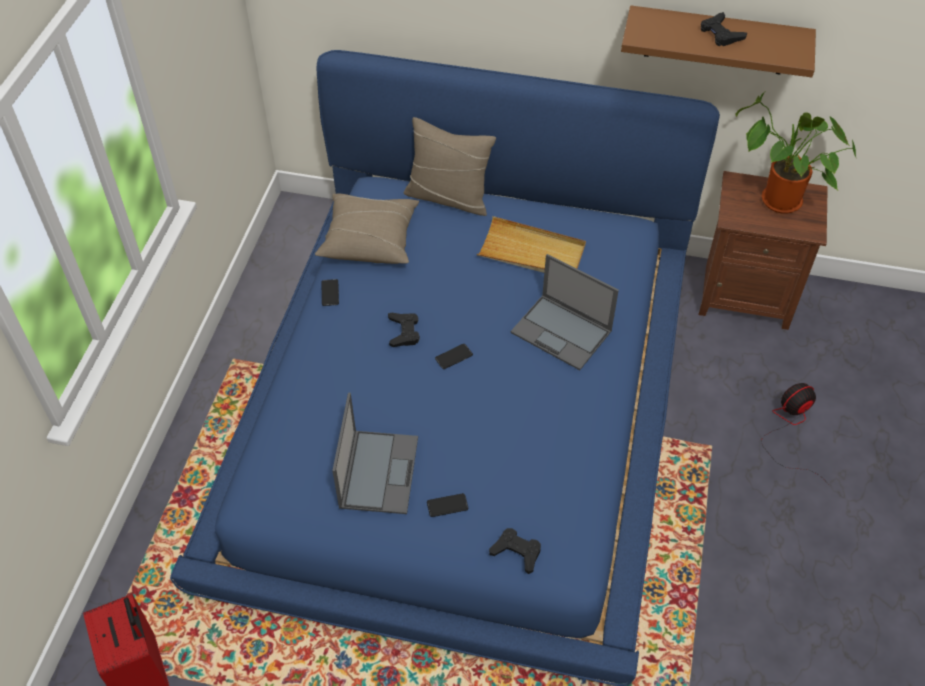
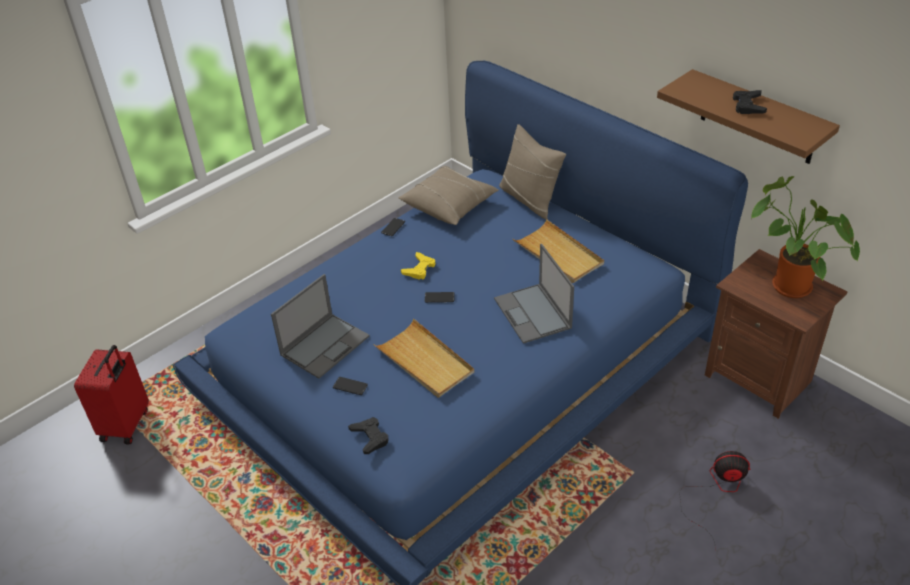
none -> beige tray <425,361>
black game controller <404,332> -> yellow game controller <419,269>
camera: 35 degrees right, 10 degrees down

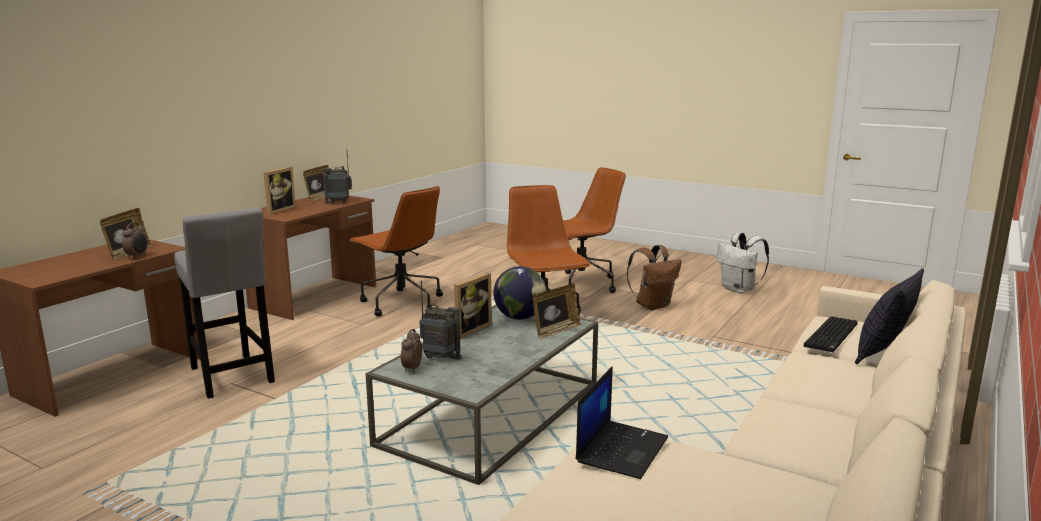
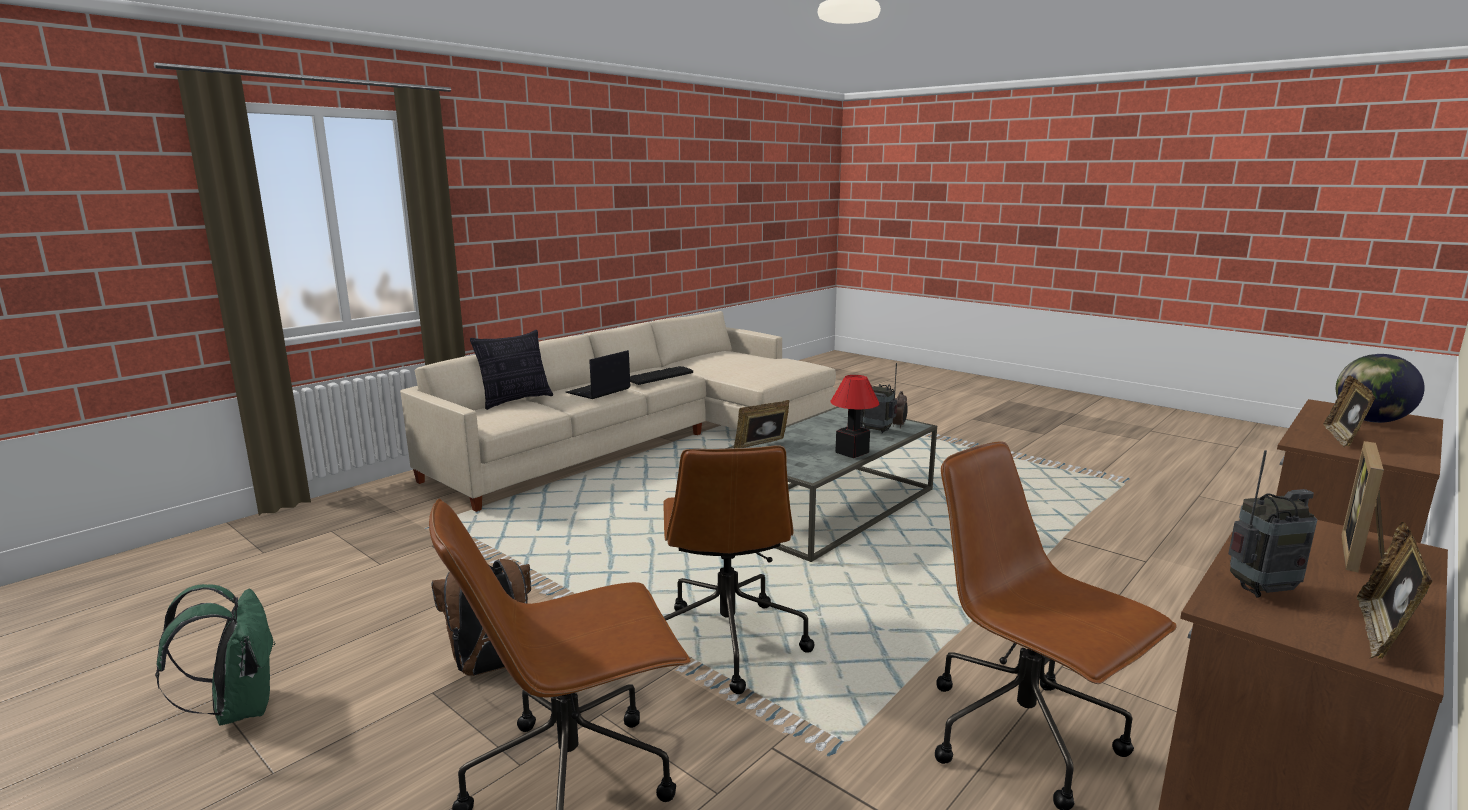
alarm clock <137,256> -> none
grey stool <232,377> -> none
globe <520,317> -> globe <1370,420>, shifted
laptop <621,449> -> laptop <598,391>, shifted
keyboard <832,336> -> keyboard <660,376>, shifted
picture frame <469,330> -> table lamp <852,452>
white backpack <739,289> -> green backpack <238,708>
camera: 170 degrees left, 0 degrees up

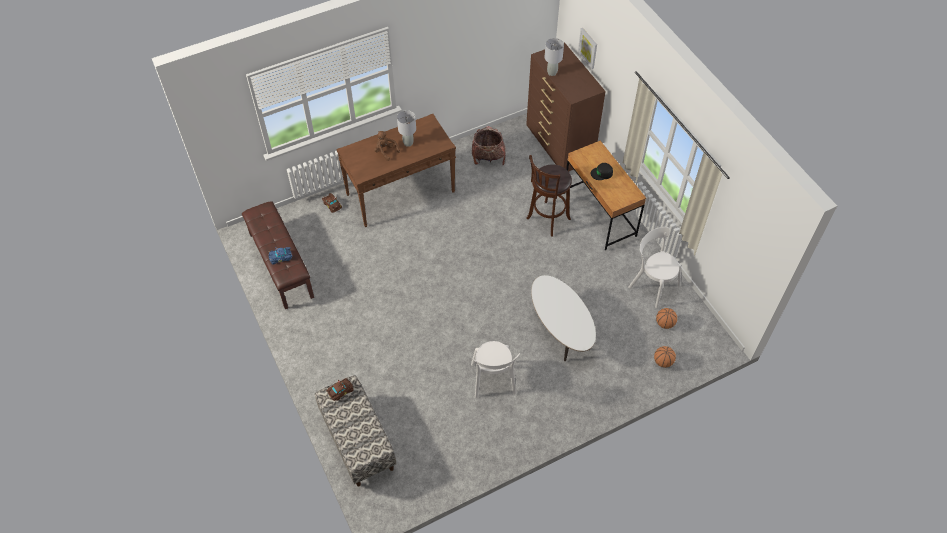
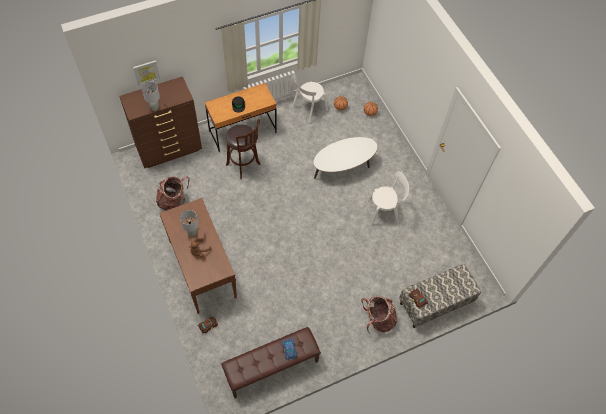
none -> backpack <378,319>
camera: 90 degrees left, 5 degrees up

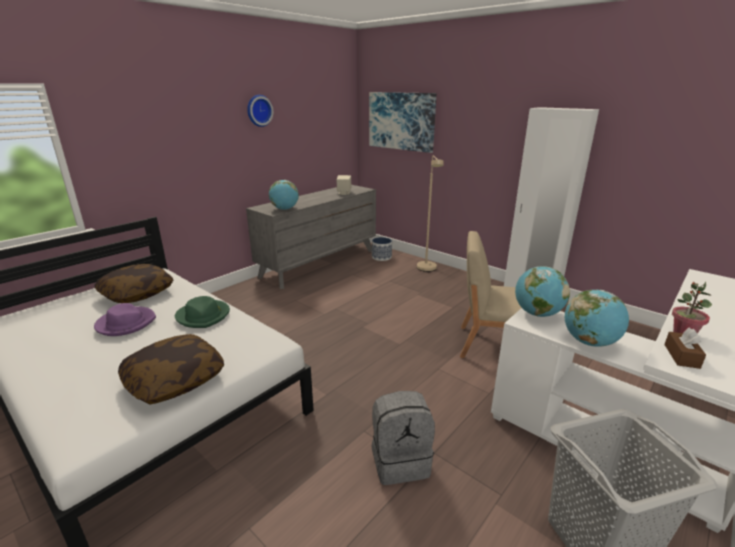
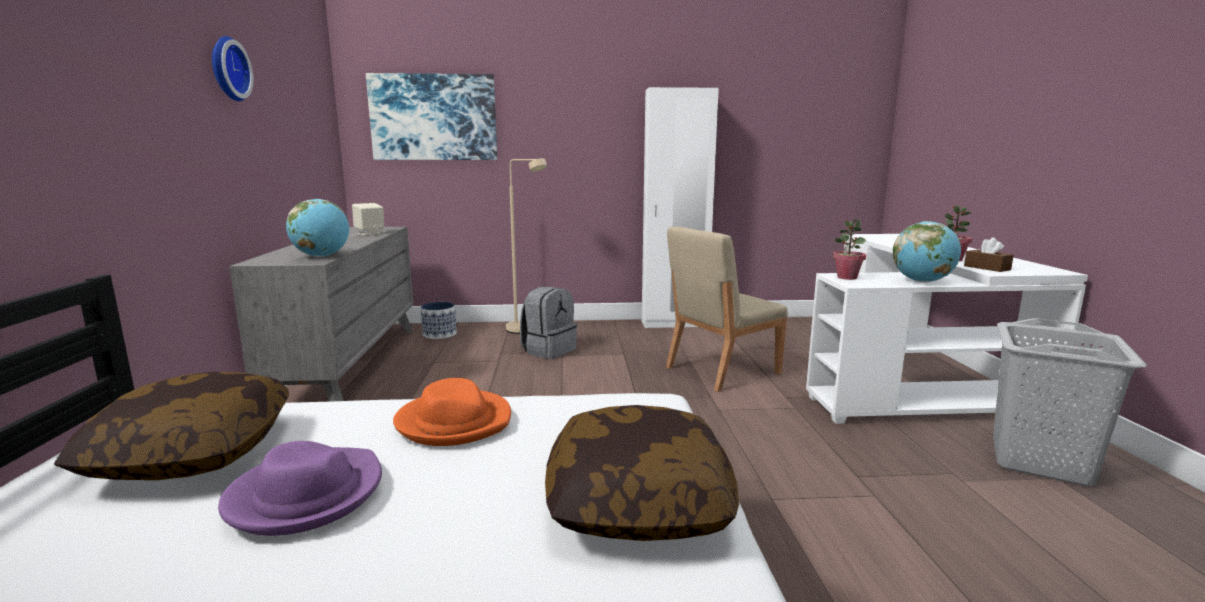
grey backpack <400,461> -> grey backpack <548,350>, shifted
globe <537,314> -> potted plant <846,277>
green hat <203,316> -> orange hat <454,422>
camera: 45 degrees left, 10 degrees down

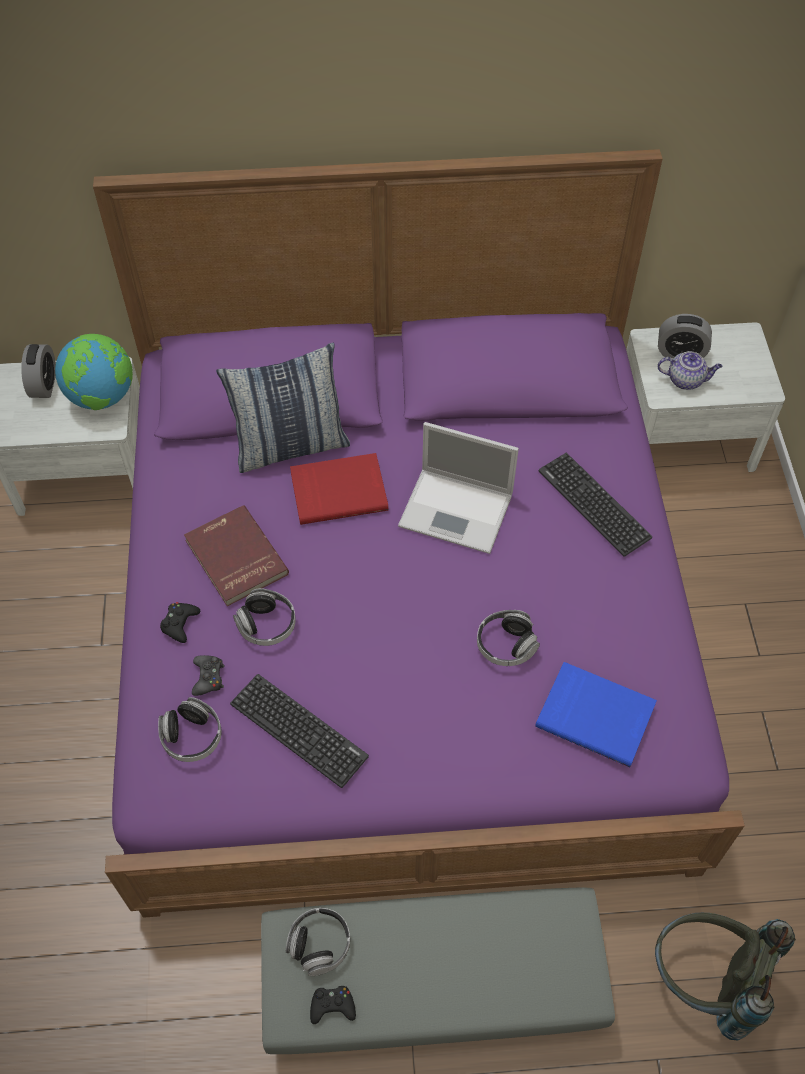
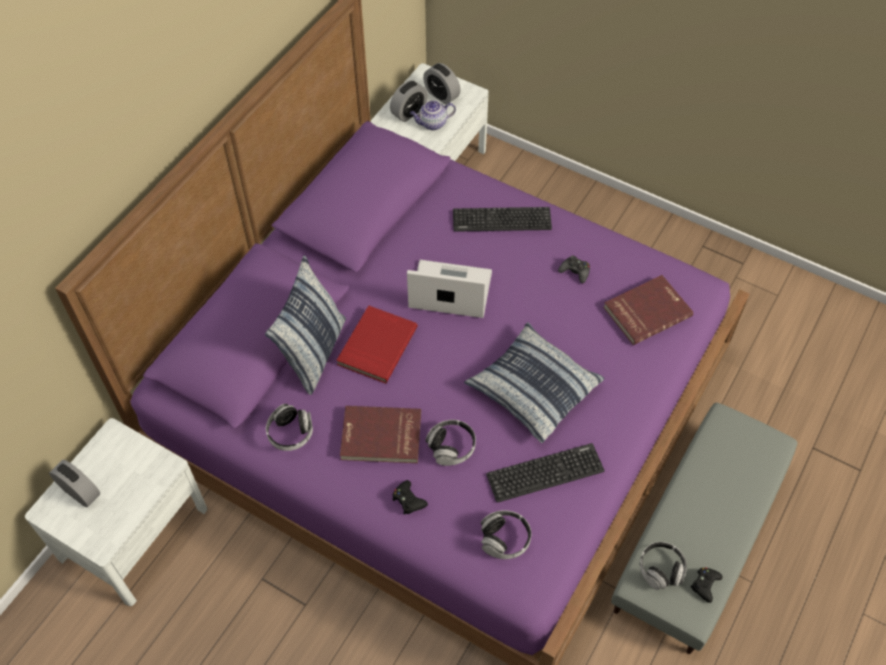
globe <102,396> -> none
grey backpack <704,981> -> none
none -> alarm clock <441,95>
none -> pillow <533,388>
black game controller <208,677> -> black game controller <575,271>, shifted
headphones <506,645> -> headphones <290,433>, shifted
blue book <596,714> -> red book <646,311>
laptop <458,511> -> laptop <448,290>, 135 degrees counterclockwise
teapot <686,380> -> teapot <432,124>, 150 degrees counterclockwise
camera: 55 degrees left, 0 degrees up

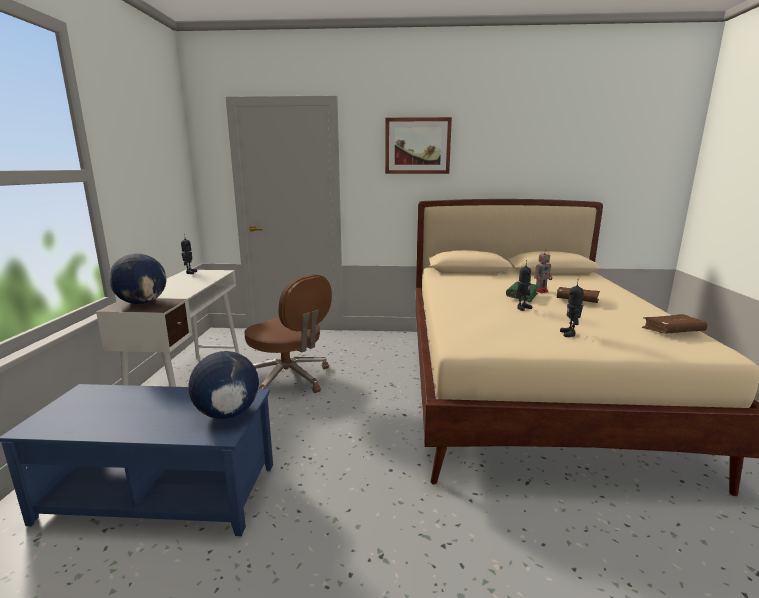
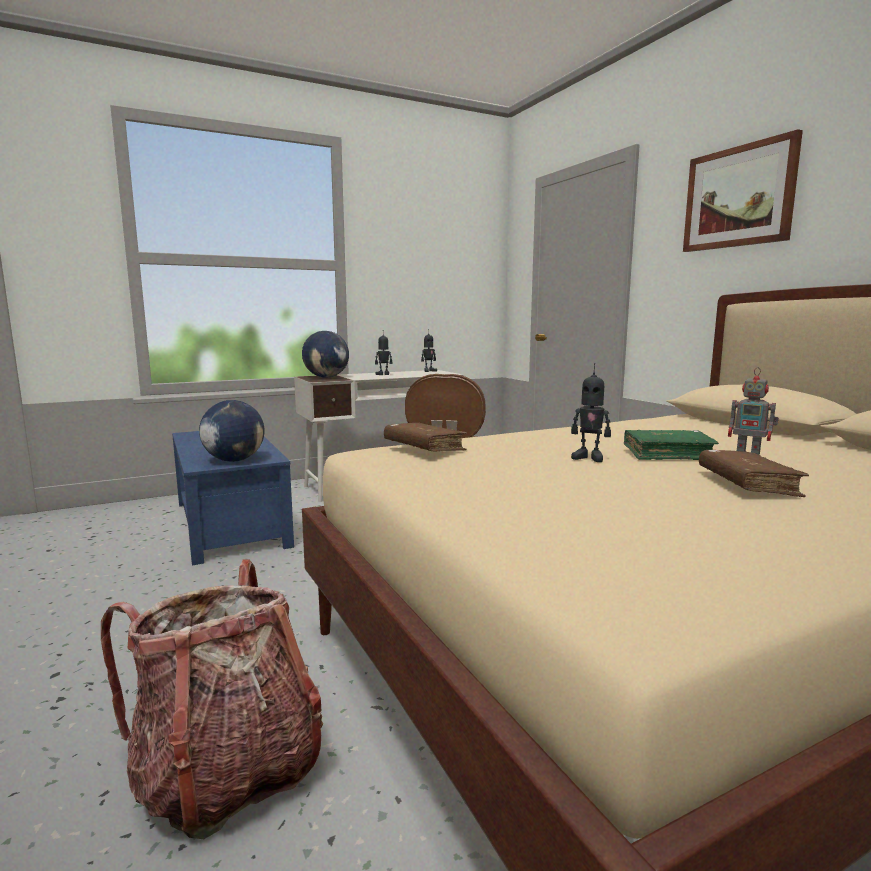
none -> backpack <227,772>
toy robot <569,334> -> toy robot <383,374>, shifted
brown book <672,331> -> brown book <424,448>, shifted
camera: 60 degrees right, 5 degrees down

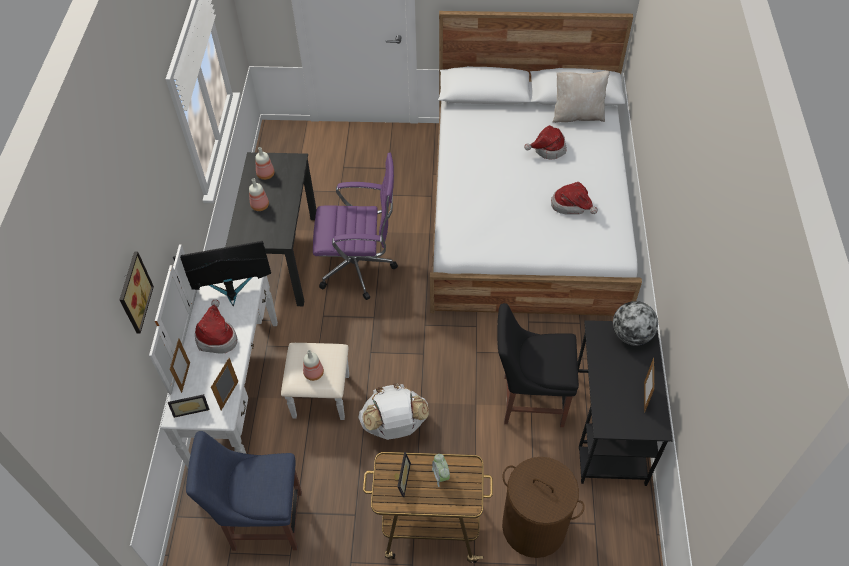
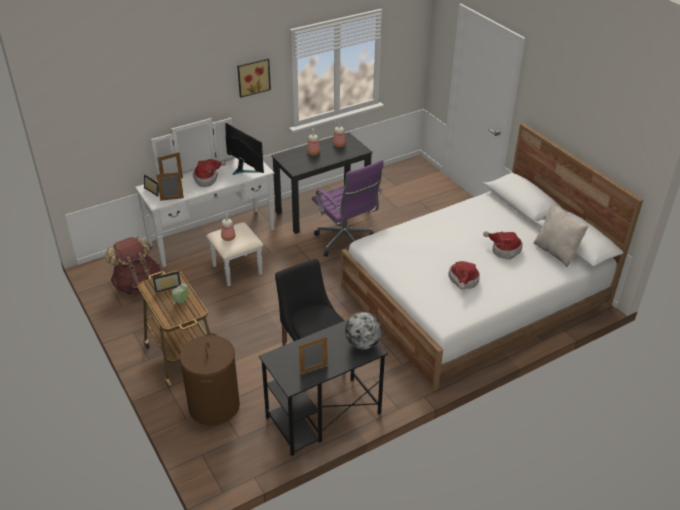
white backpack <395,425> -> none
picture <132,292> -> picture <253,77>, shifted
blue chair <263,520> -> brown backpack <137,285>
camera: 55 degrees right, 15 degrees down

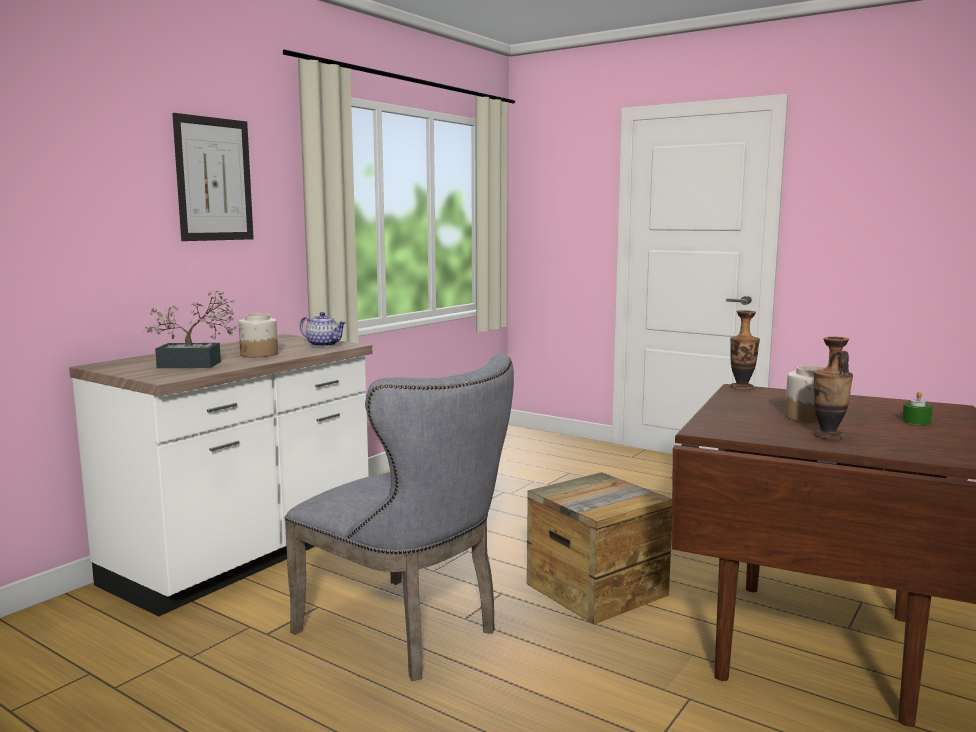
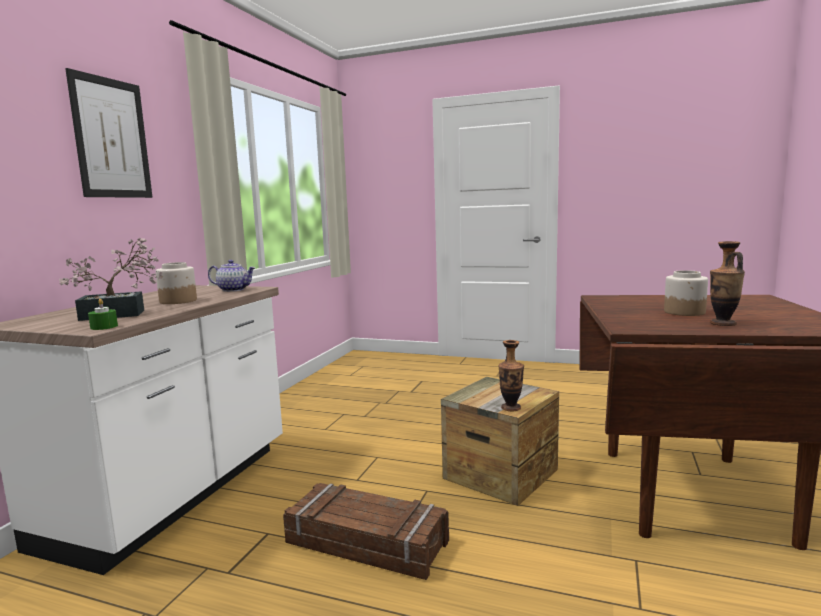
vase <742,387> -> vase <511,408>, shifted
green candle <916,421> -> green candle <104,327>, shifted
grey chair <409,632> -> crate <366,543>
camera: 15 degrees left, 0 degrees up

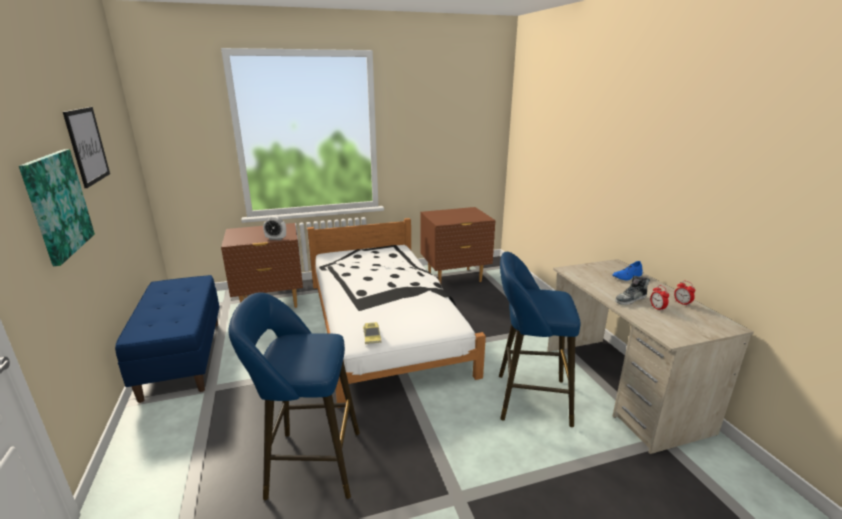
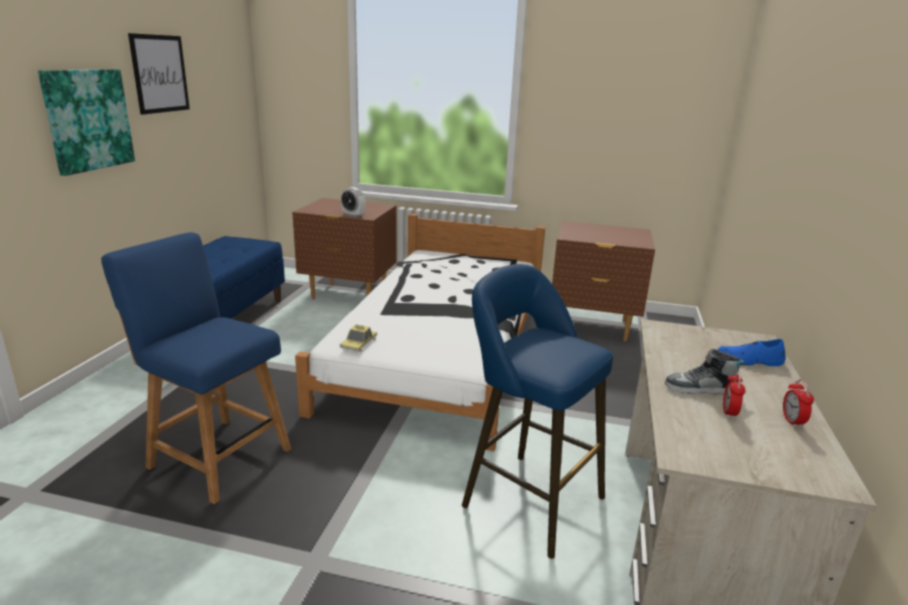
blue stool <308,463> -> blue chair <215,455>
camera: 30 degrees right, 0 degrees up

